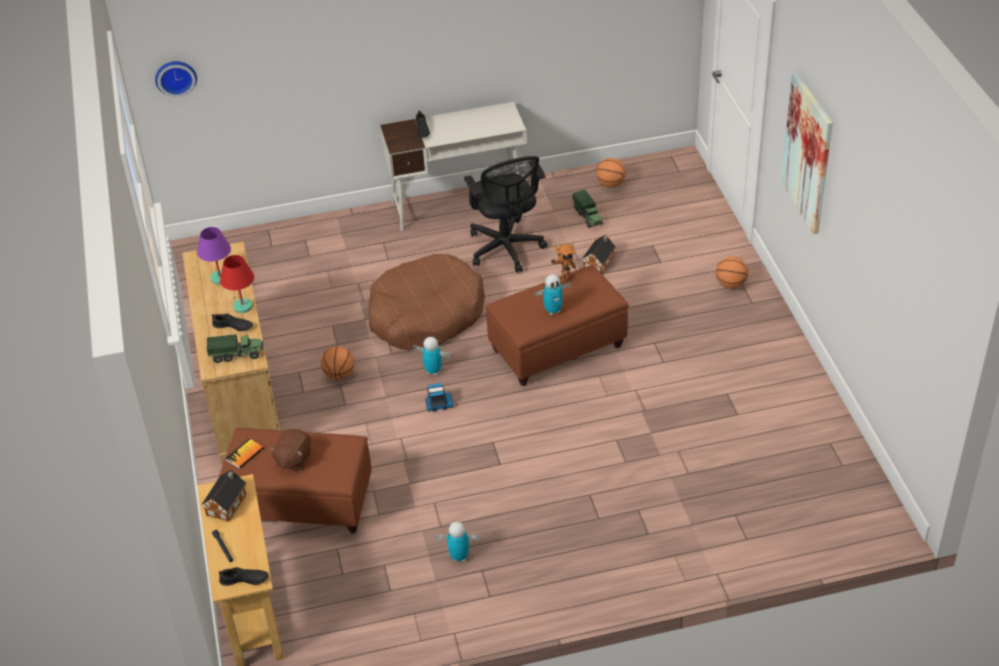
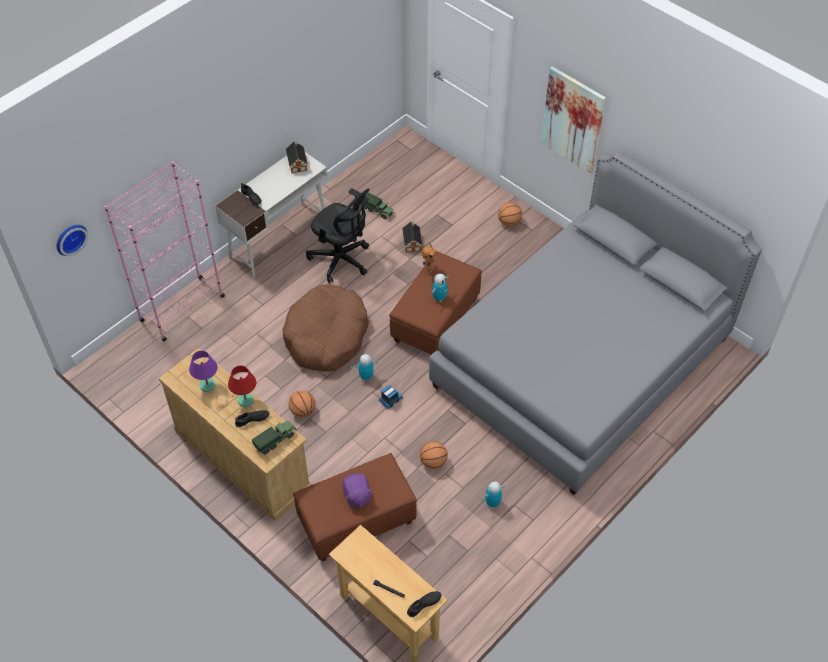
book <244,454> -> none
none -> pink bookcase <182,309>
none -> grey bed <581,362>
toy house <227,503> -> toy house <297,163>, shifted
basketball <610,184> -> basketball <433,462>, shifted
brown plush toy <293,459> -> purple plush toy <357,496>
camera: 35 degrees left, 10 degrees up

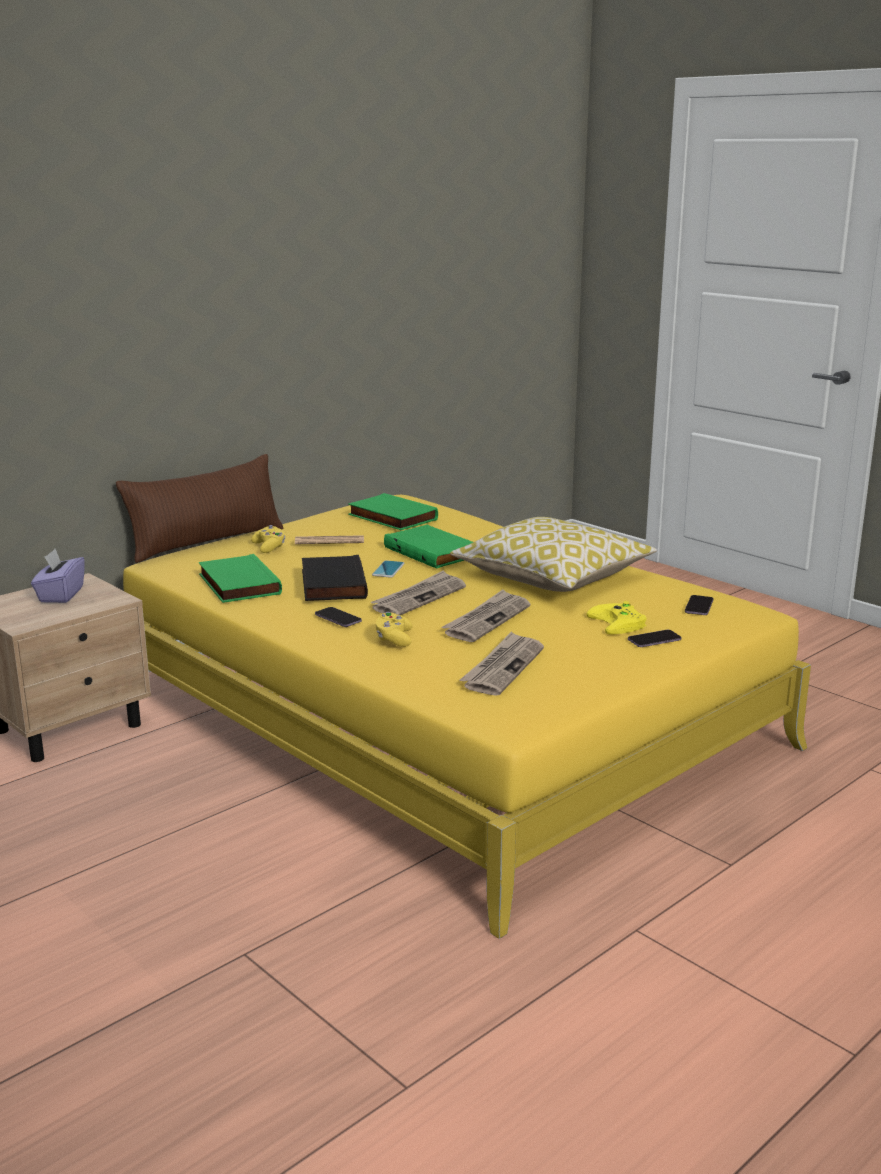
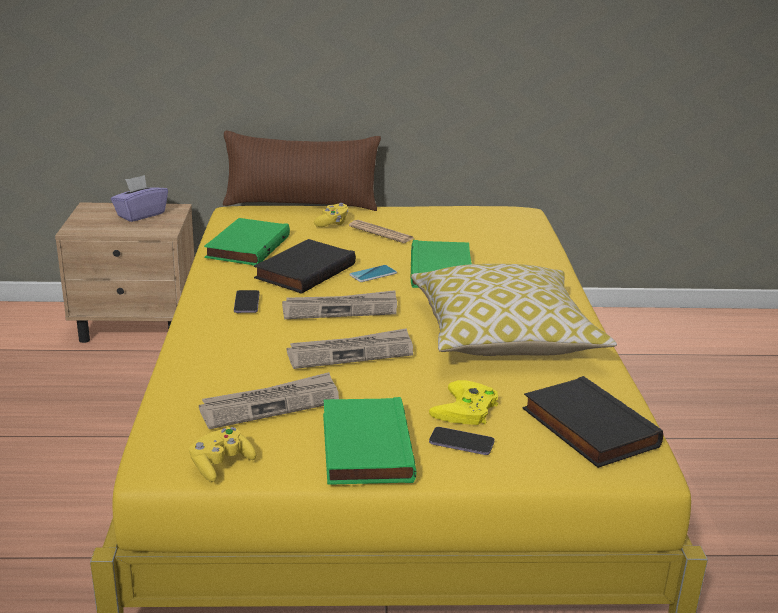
green book <390,517> -> green book <363,447>, shifted
yellow game controller <394,639> -> yellow game controller <221,465>, shifted
phone <699,607> -> black book <586,428>
camera: 40 degrees right, 5 degrees up

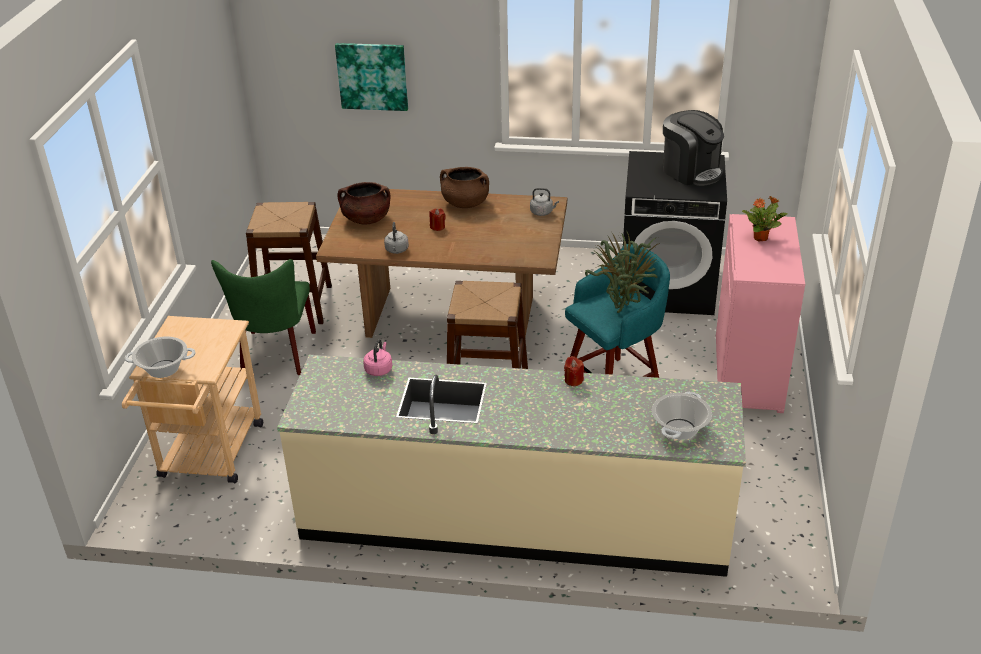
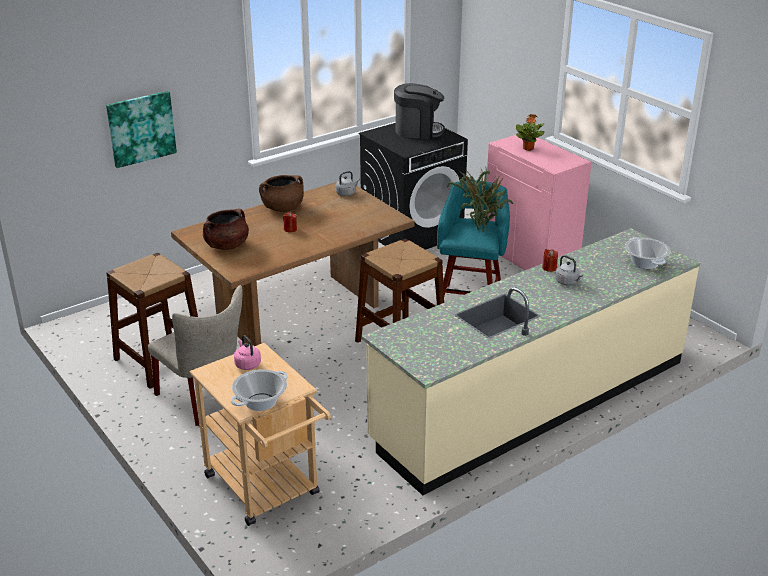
pink kettle <379,369> -> pink kettle <247,364>, shifted
grey kettle <396,250> -> grey kettle <567,282>, shifted
green chair <276,356> -> beige chair <205,399>
camera: 45 degrees left, 5 degrees down

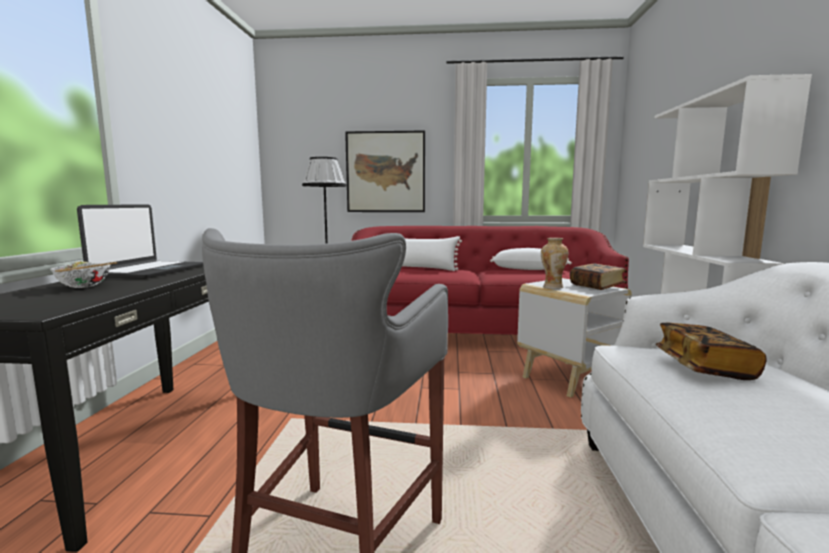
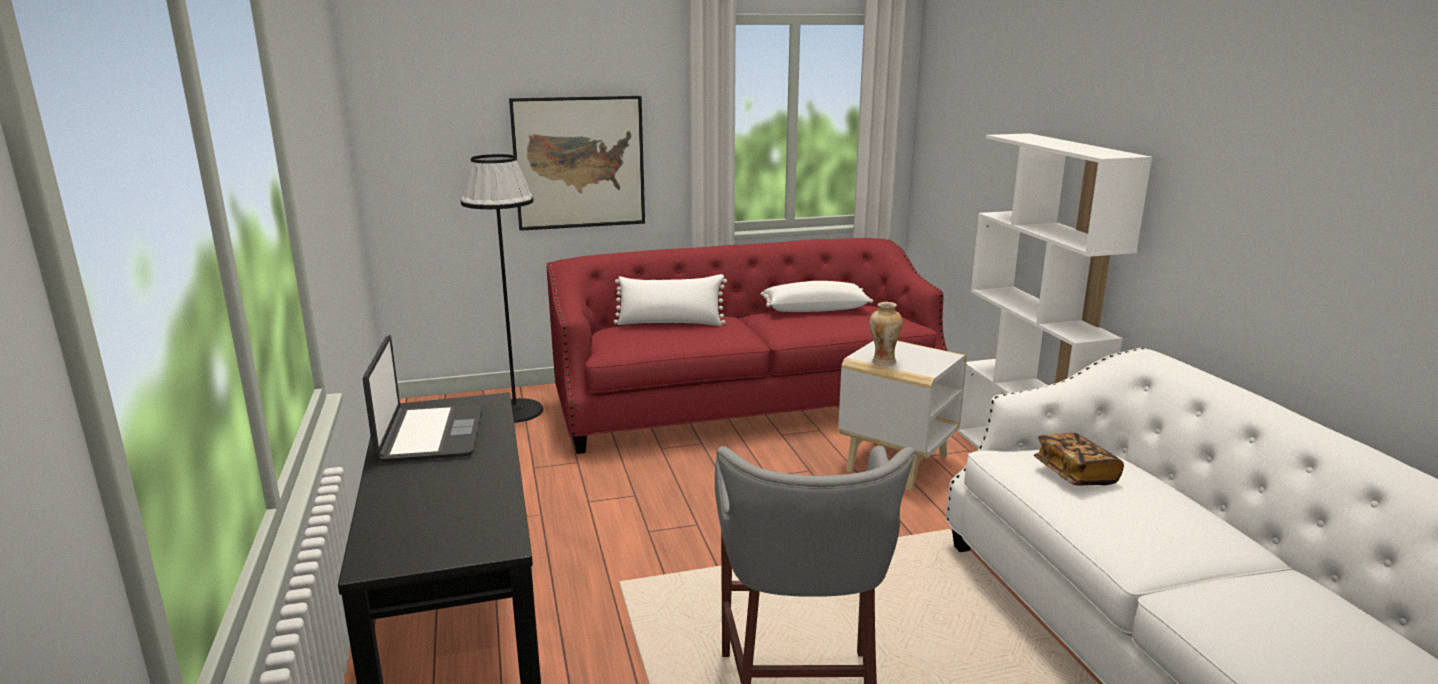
bowl <84,286> -> none
book <596,286> -> none
camera: 20 degrees left, 10 degrees up

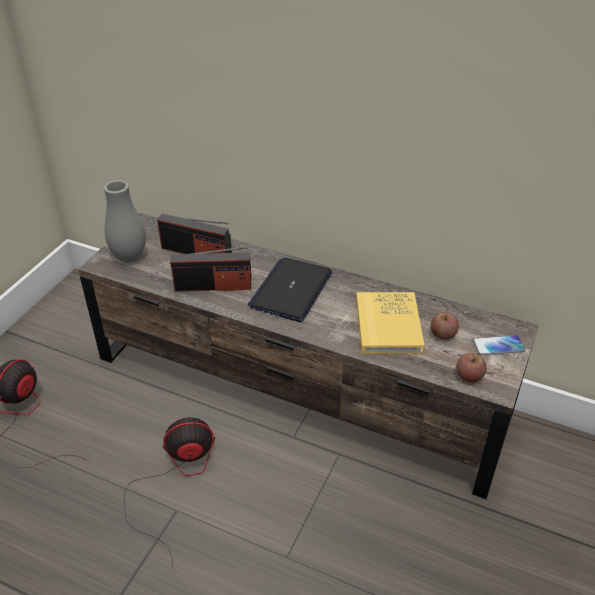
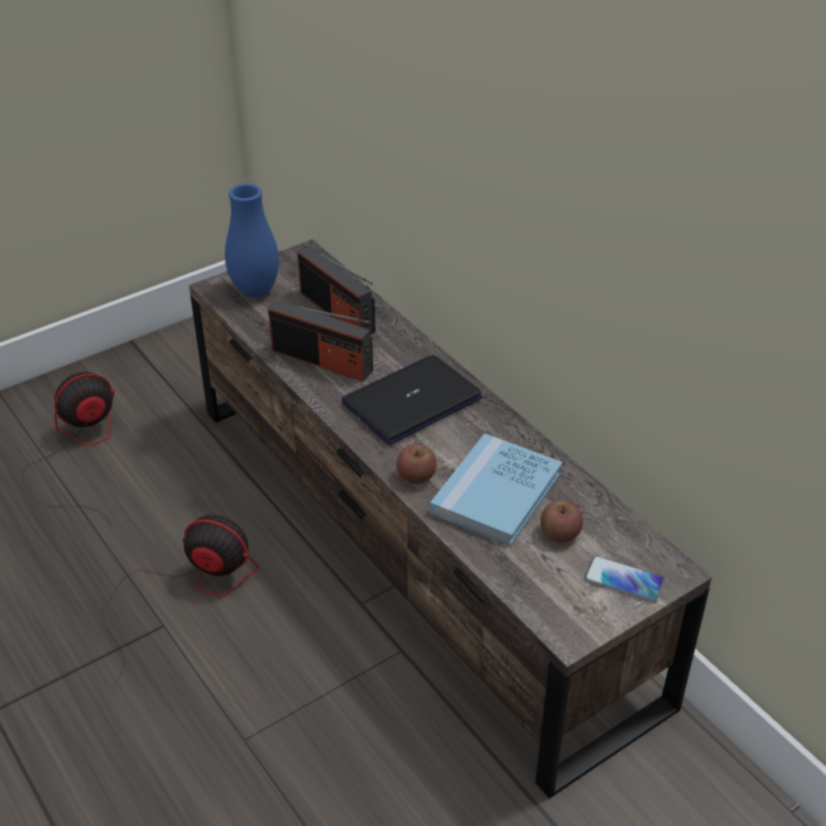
apple <469,376> -> apple <416,476>, shifted
grey vase <129,257> -> blue vase <255,291>
yellow book <388,325> -> blue book <496,493>
camera: 30 degrees right, 0 degrees up

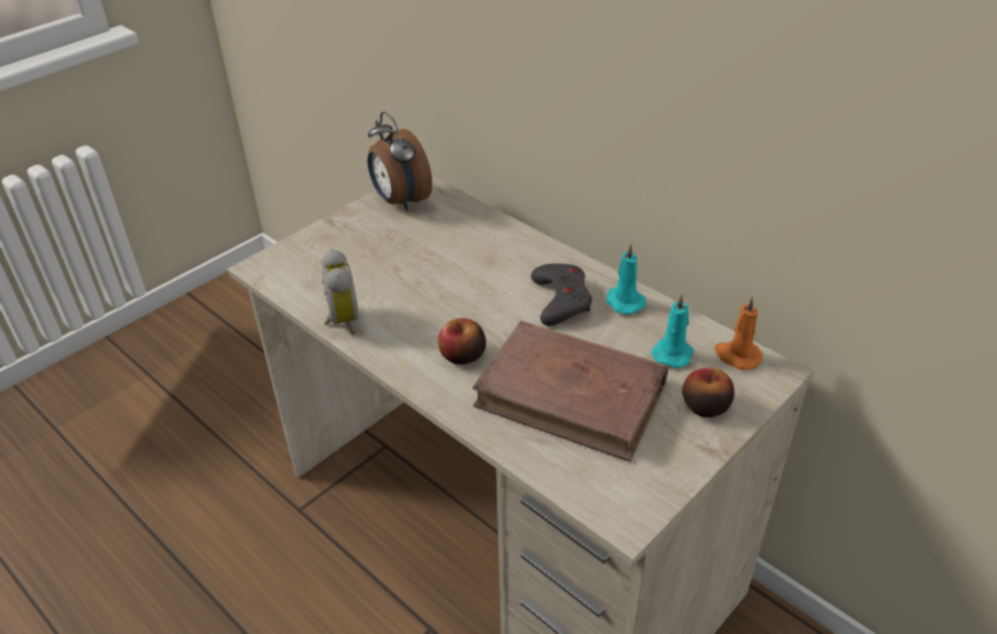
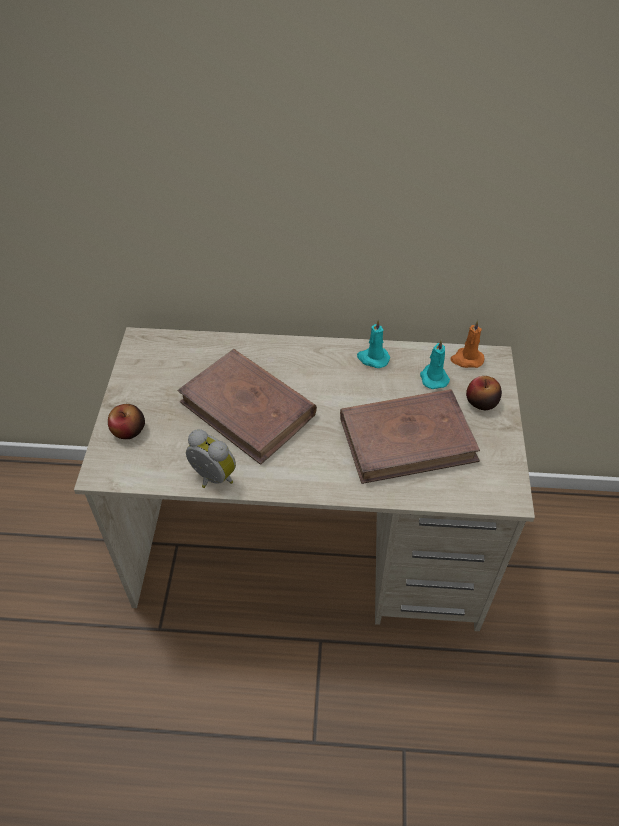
alarm clock <400,201> -> none
grey game controller <561,299> -> none
none -> brown book <248,409>
apple <462,355> -> apple <129,430>, shifted
camera: 40 degrees left, 10 degrees up

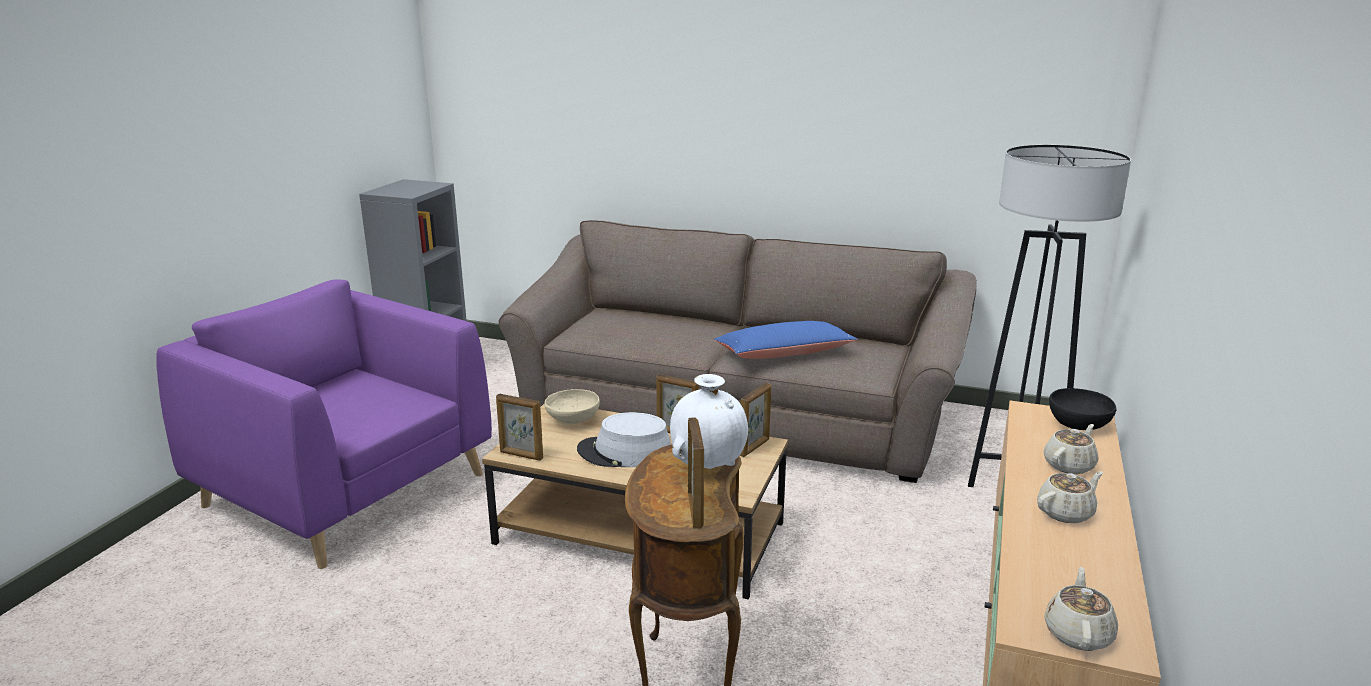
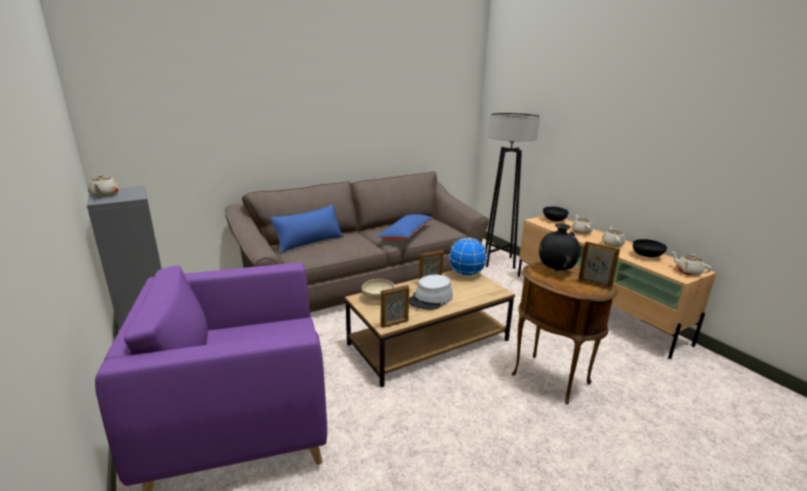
none -> beige teapot <104,195>
none -> blue pillow <309,242>
none -> black bowl <647,256>
picture frame <754,447> -> globe <466,274>
white vase <708,467> -> black vase <555,270>
camera: 50 degrees left, 0 degrees up

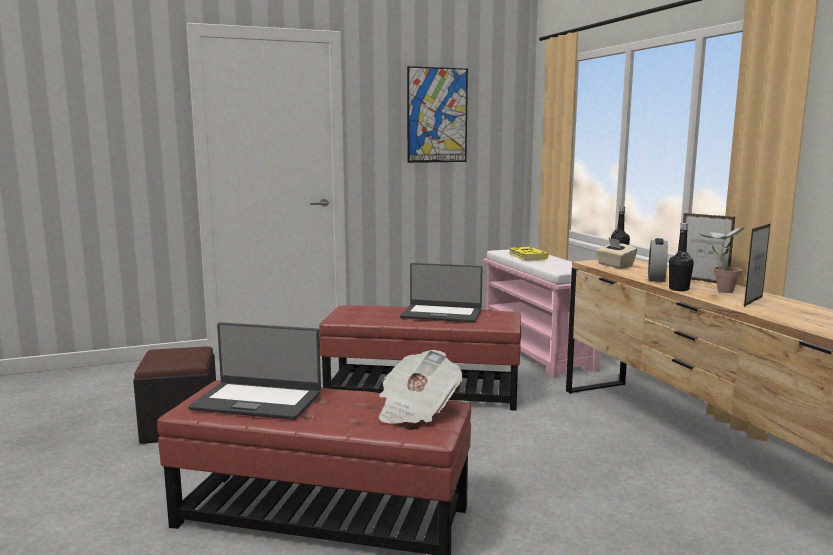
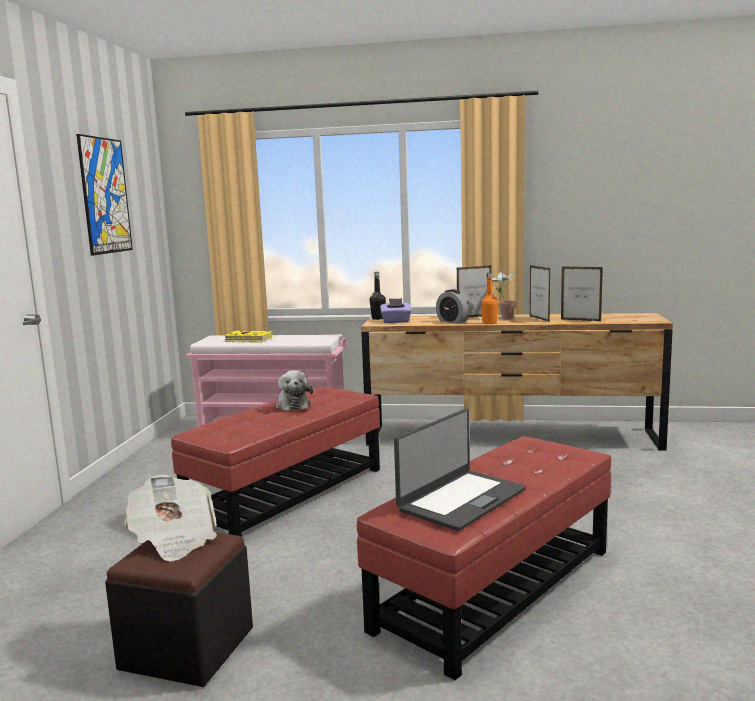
none -> picture frame <580,320>
newspaper <416,409> -> newspaper <174,539>, shifted
laptop <441,314> -> plush toy <293,405>
beige tissue box <614,265> -> purple tissue box <396,321>
black bottle <679,289> -> orange bottle <489,323>
camera: 60 degrees left, 0 degrees up

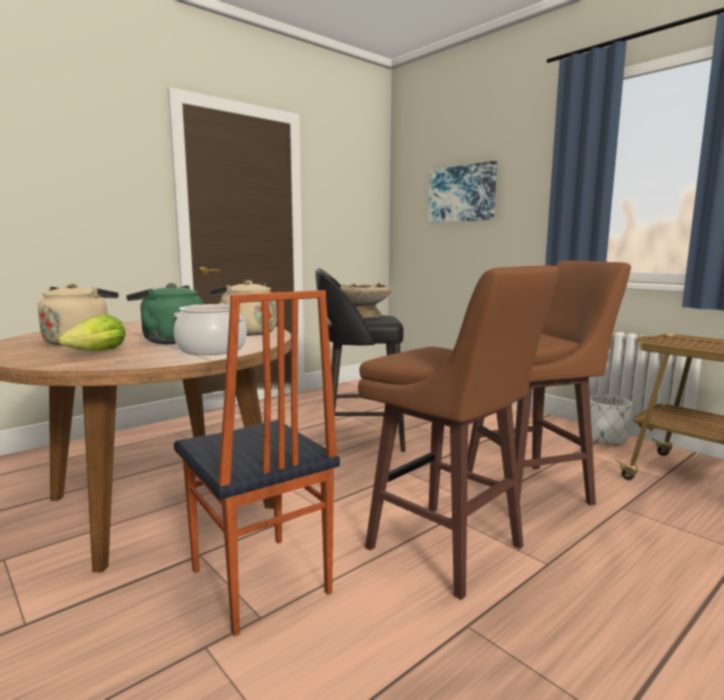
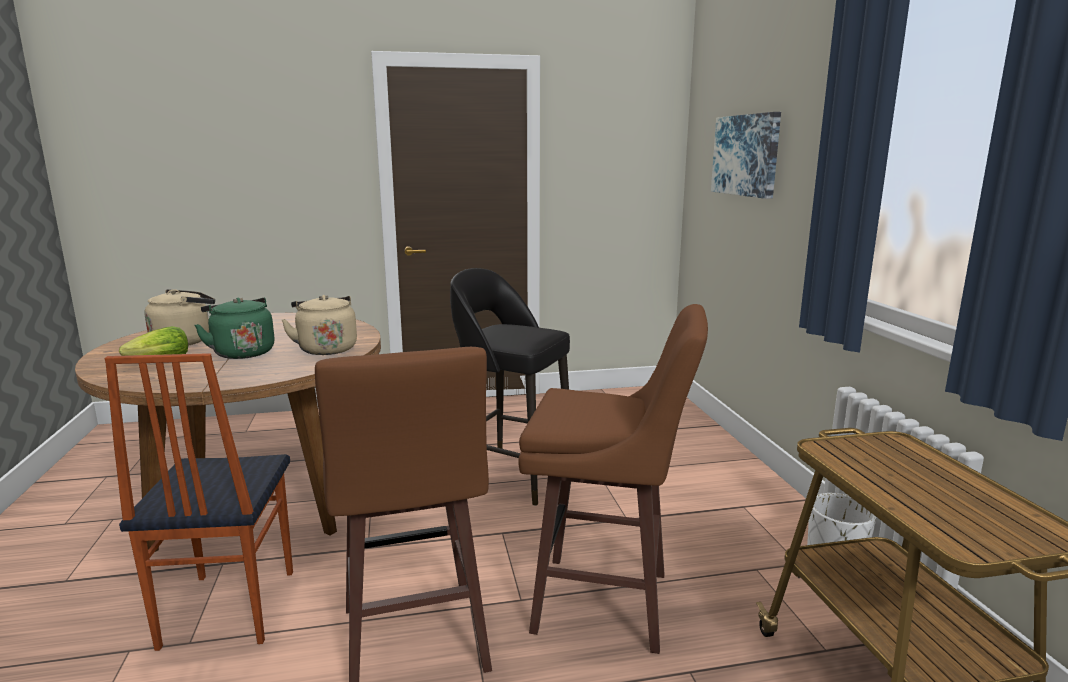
cooking pot <211,350> -> none
beige bowl <364,316> -> none
camera: 30 degrees right, 5 degrees up

